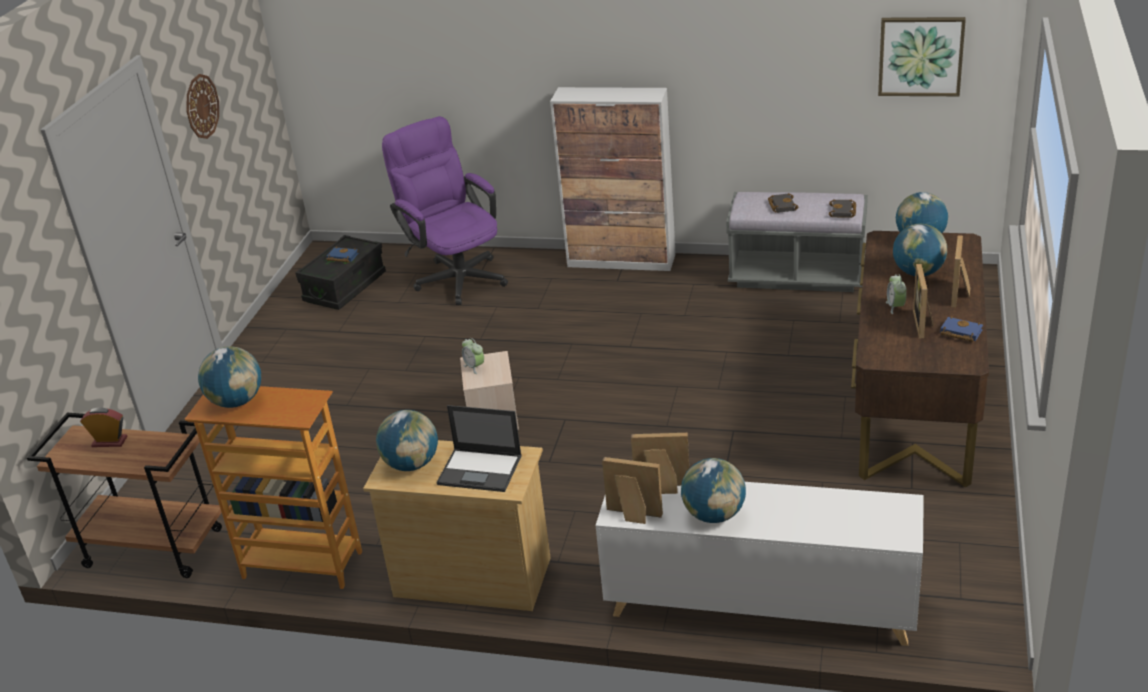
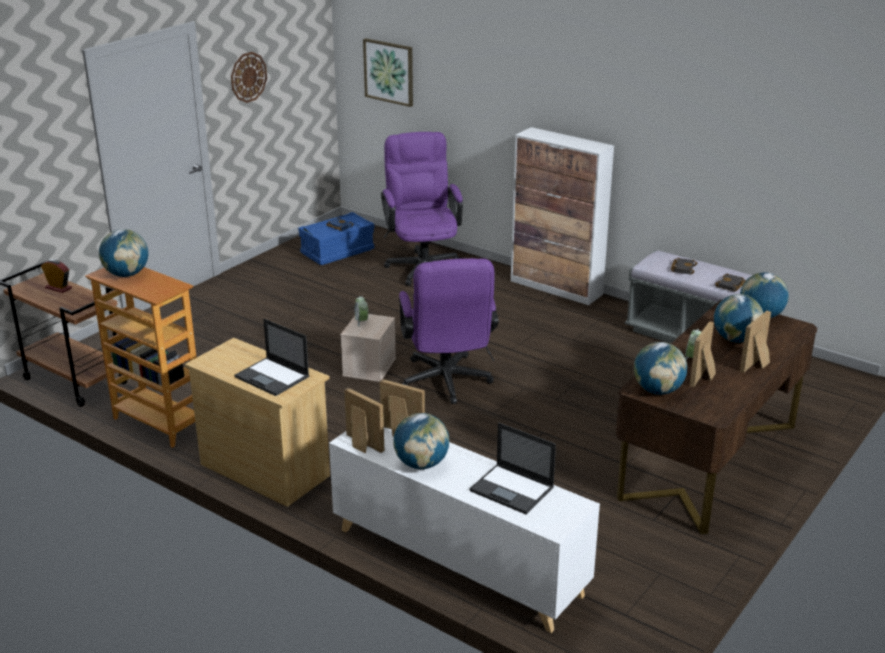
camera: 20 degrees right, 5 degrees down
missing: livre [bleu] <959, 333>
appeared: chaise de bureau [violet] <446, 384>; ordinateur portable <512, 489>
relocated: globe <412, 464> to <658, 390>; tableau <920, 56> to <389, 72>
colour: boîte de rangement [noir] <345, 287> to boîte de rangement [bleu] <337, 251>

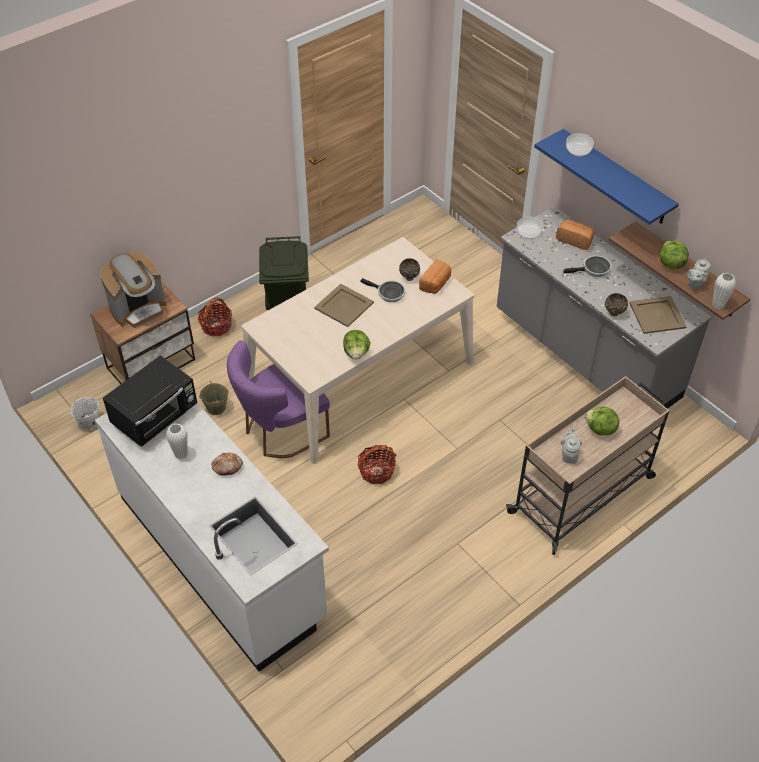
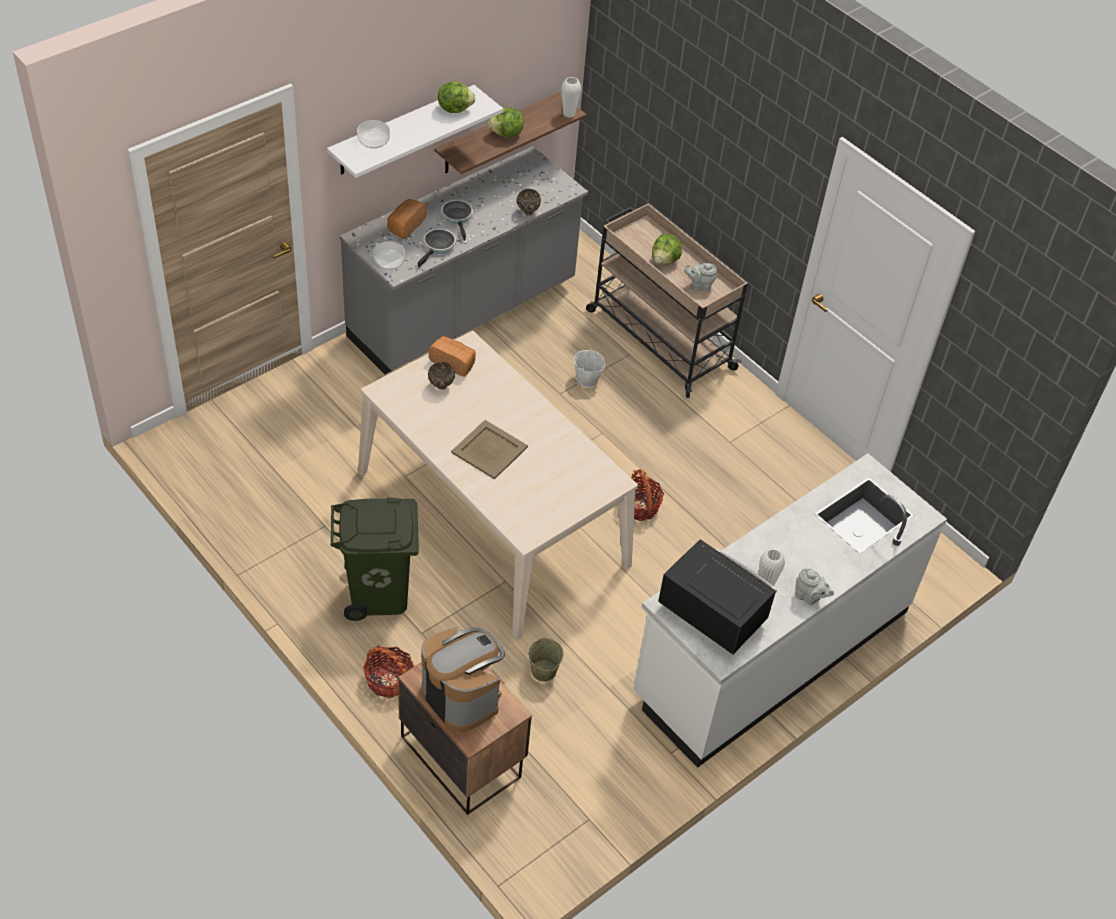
camera: 95 degrees left, 0 degrees up
missing: pain <227, 466>; chaise [violet] <280, 431>; plateau [beige] <657, 315>
relocated: seau [blanc] <89, 422> to <587, 379>; laitue <356, 353> to <455, 108>; poêle <388, 293> to <438, 247>; théière [gris] <695, 284> to <809, 597>
colour: étagère [bleu] <616, 177> to étagère [blanc] <402, 131>

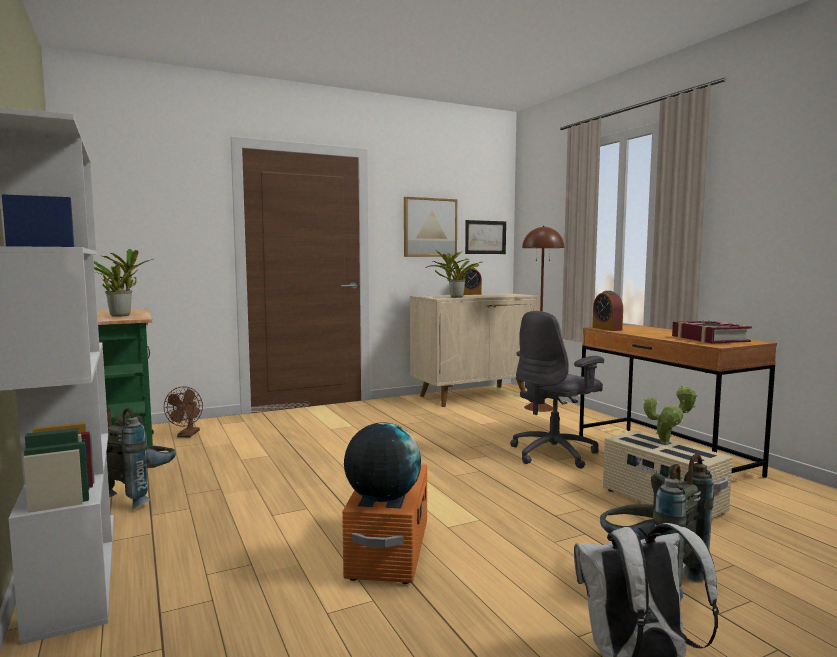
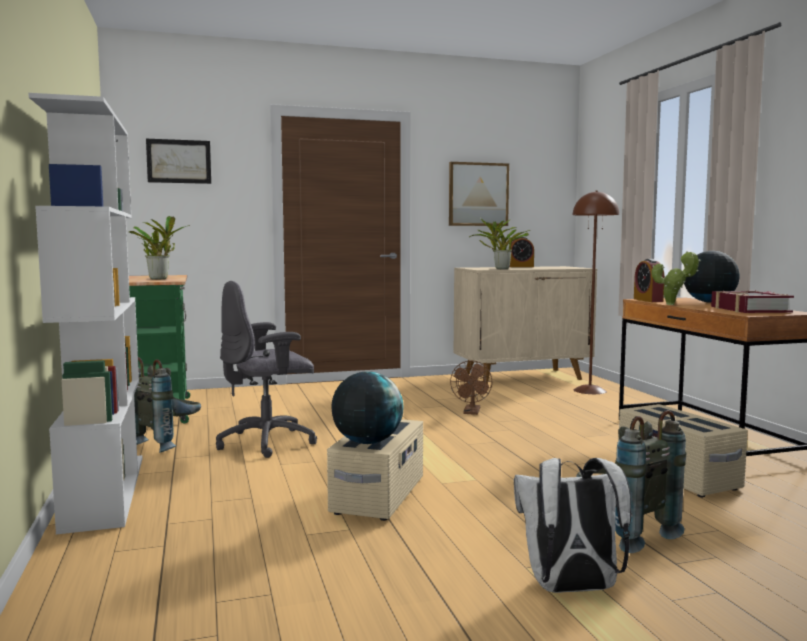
camera: 10 degrees right, 0 degrees up
appeared: globe <709, 302>
relocated: ventilateur [marron] <187, 435> to <471, 412>; tableau <485, 237> to <179, 161>; chaise de bureau [gris] <554, 454> to <268, 442>; plante en pot <668, 443> to <673, 304>
colour: boîte de rangement [orange] <389, 550> to boîte de rangement [beige] <379, 496>

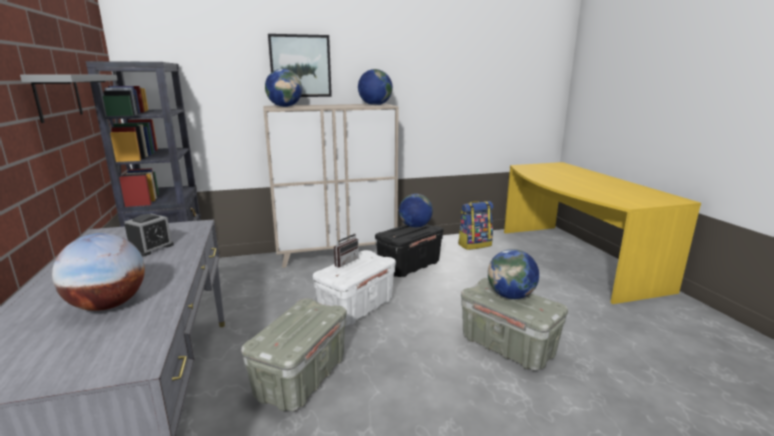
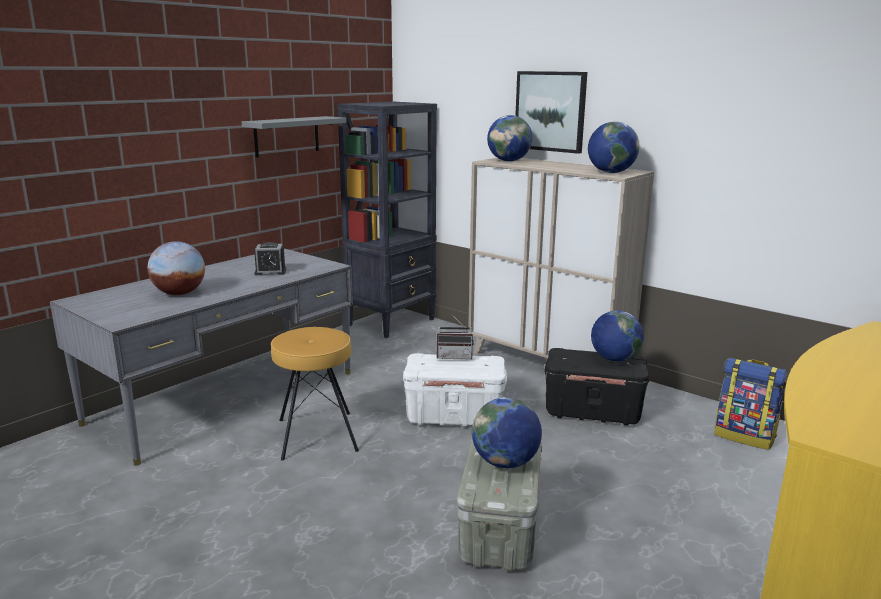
camera: 55 degrees right, 0 degrees up
exchanged: boîte de rangement [gris] <301, 378> to tabouret [marron] <316, 435>

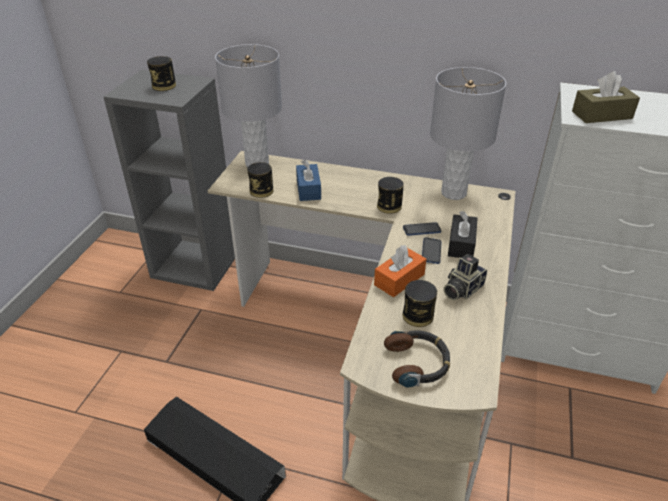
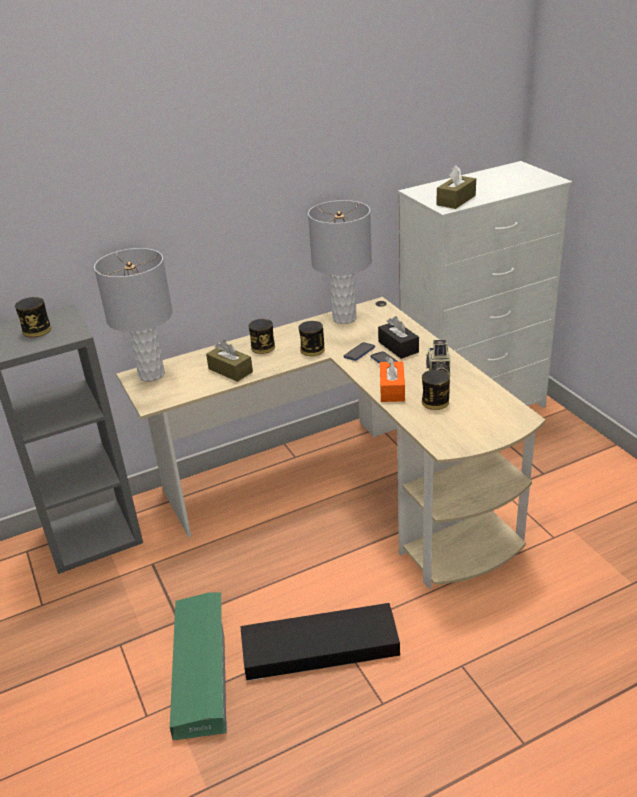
camera: 40 degrees left, 5 degrees down
missing: casque audio <417, 363>
appeared: boîte de rangement [vert] <201, 668>
relocated: boîte métallique <261, 191> to <263, 347>
colour: boîte à mouchoirs [bleu] <308, 189> to boîte à mouchoirs [marron] <230, 370>

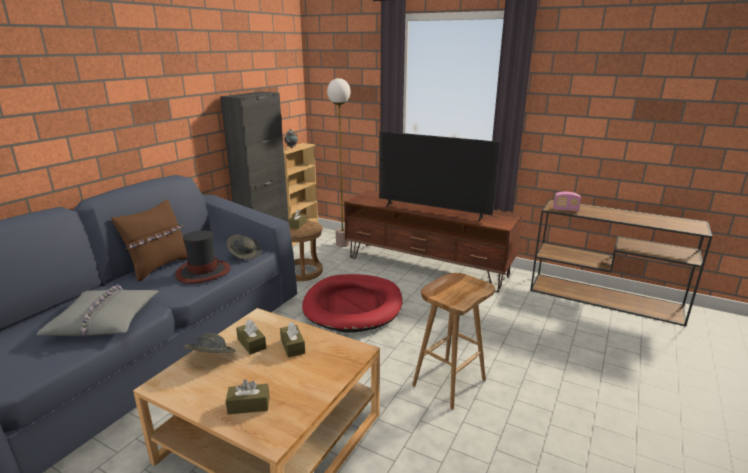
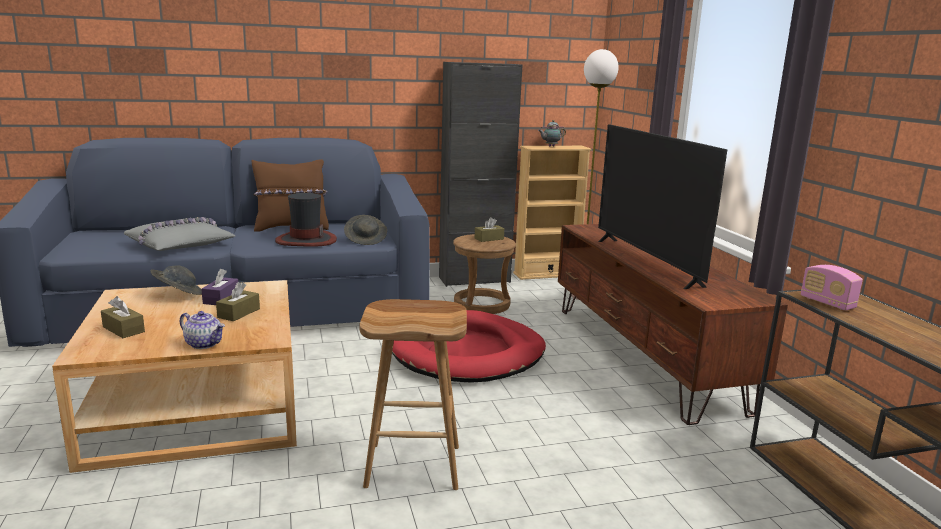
camera: 45 degrees right, 5 degrees down
appeared: théière <204, 344>
colour: boîte à mouchoirs [marron] <251, 344> to boîte à mouchoirs [violet] <221, 298>

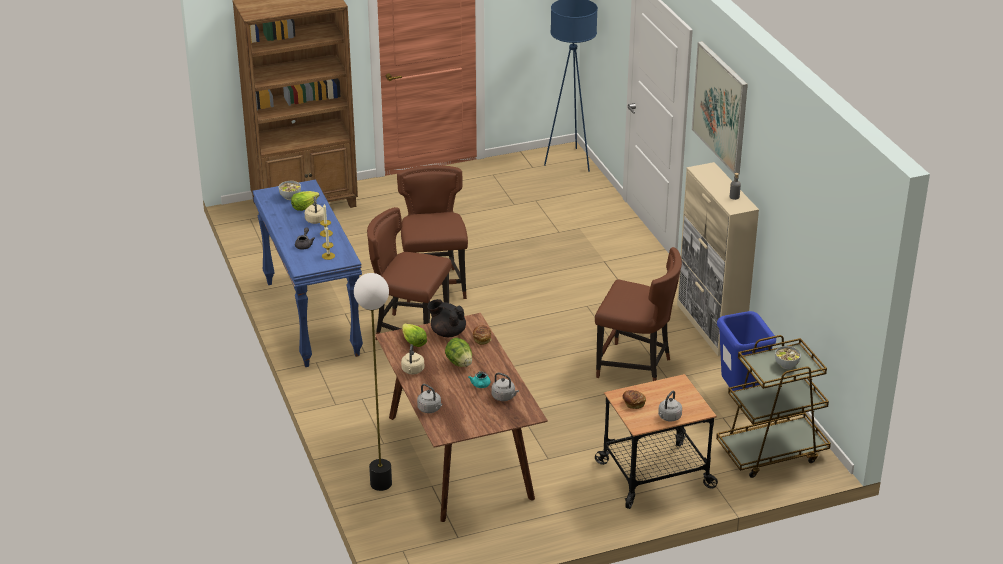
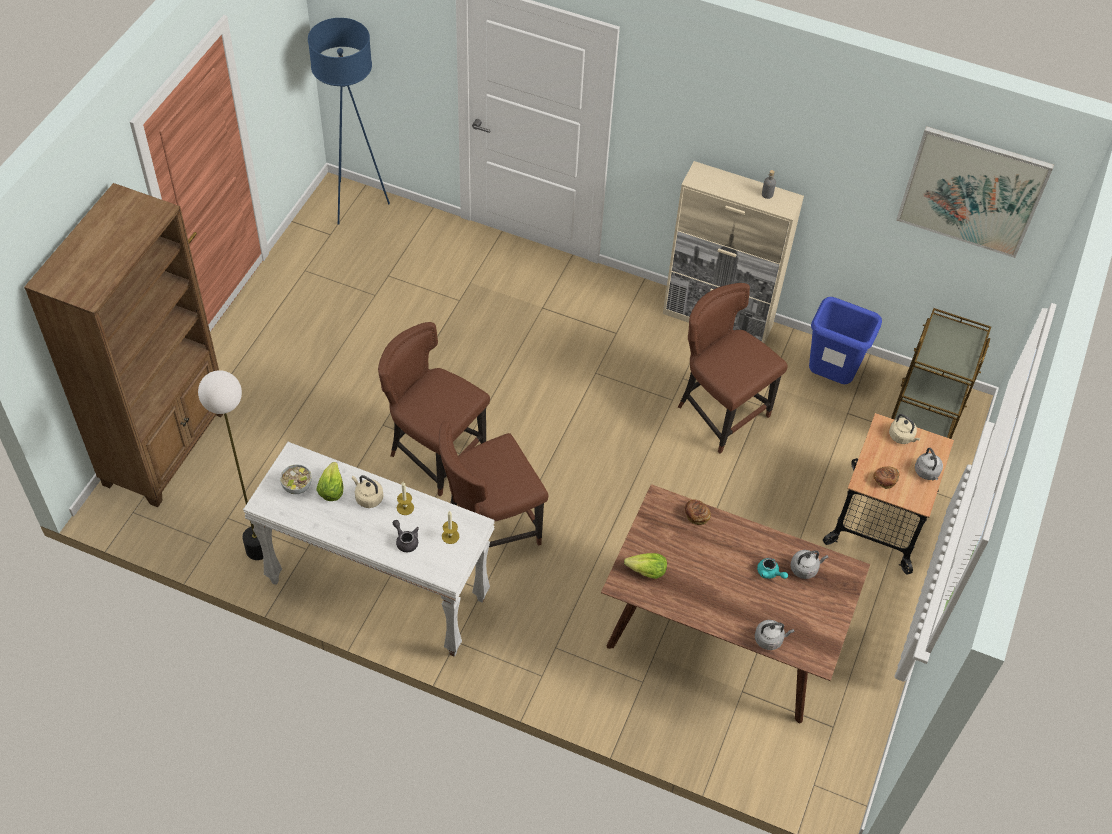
camera: 50 degrees left, 20 degrees up
missing: théière [noir] <447, 332>; laitue <459, 363>; bol <786, 365>
relocated: lampadaire <380, 483> to <257, 550>; bouilloire [beige] <412, 371> to <902, 437>; tableau <720, 107> to <972, 191>
colour: table console [bleu] <310, 318> to table console [blanc] <376, 591>
spun: chaise [marron] <635, 367> = <720, 412> 105 degrees counterclockwise

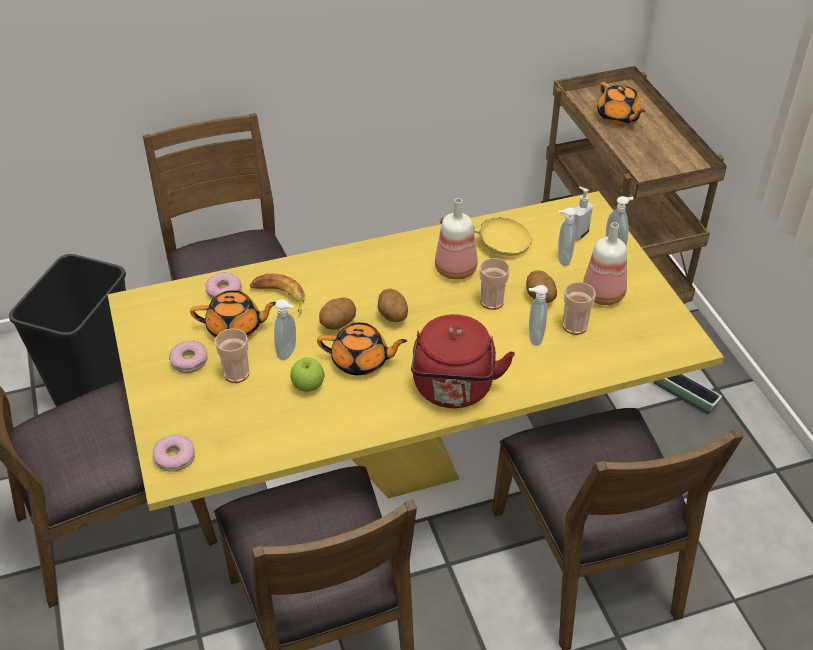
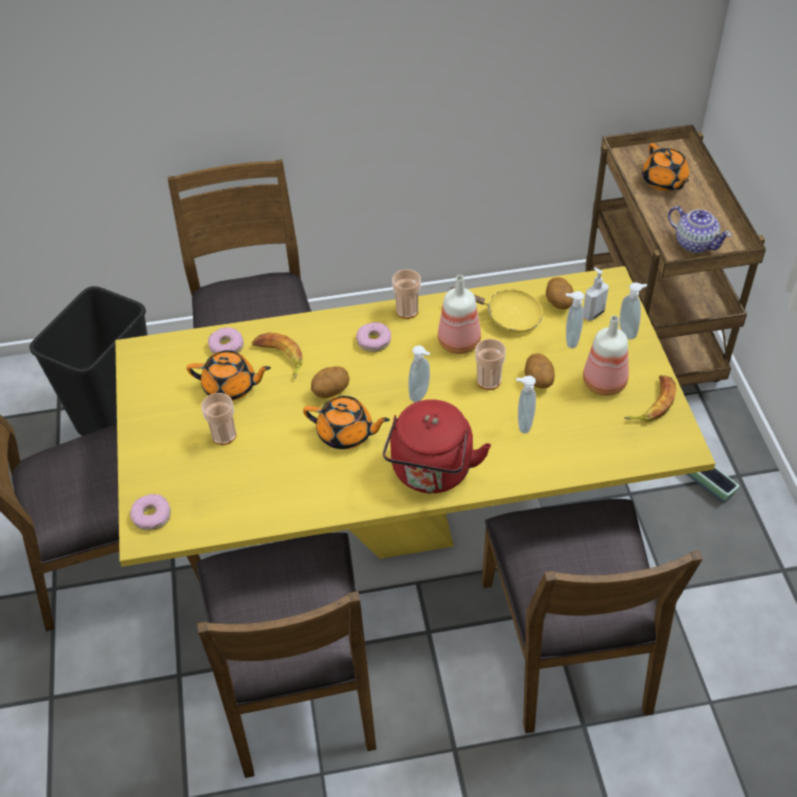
camera: 10 degrees right, 5 degrees up
missing: pomme <308, 386>
appeared: banane <652, 403>; théière <694, 243>
relocated: beignet <189, 361> to <373, 341>; distributeur de savon <288, 352> to <421, 394>; pomme de terre <392, 316> to <558, 303>; tasse <574, 326> to <407, 310>

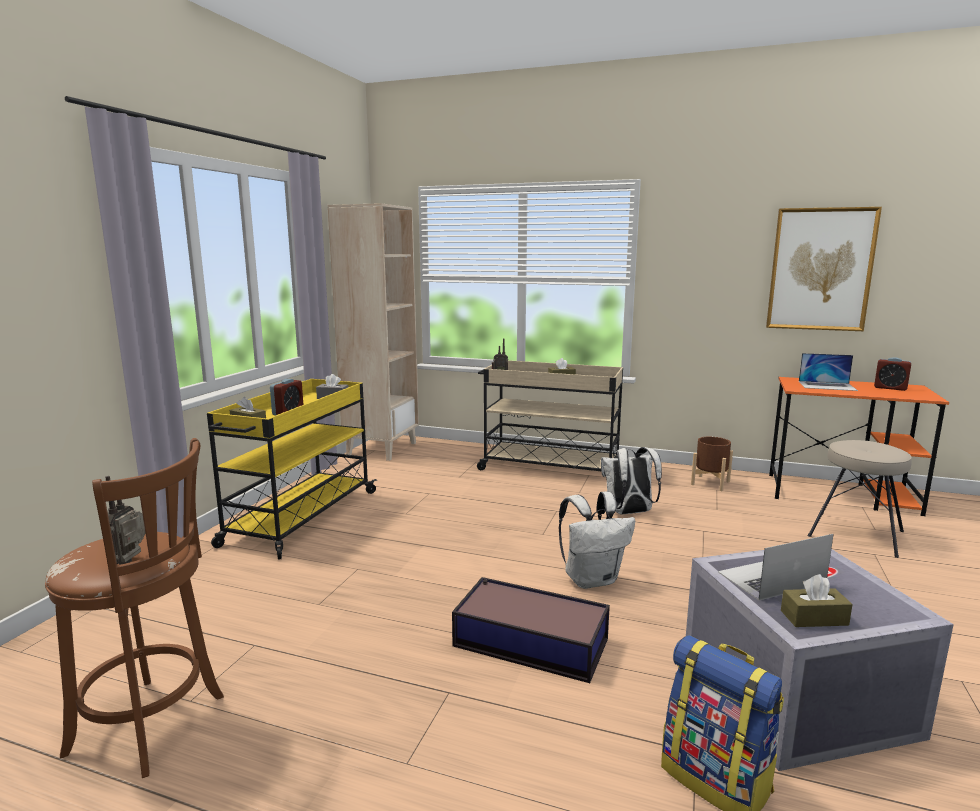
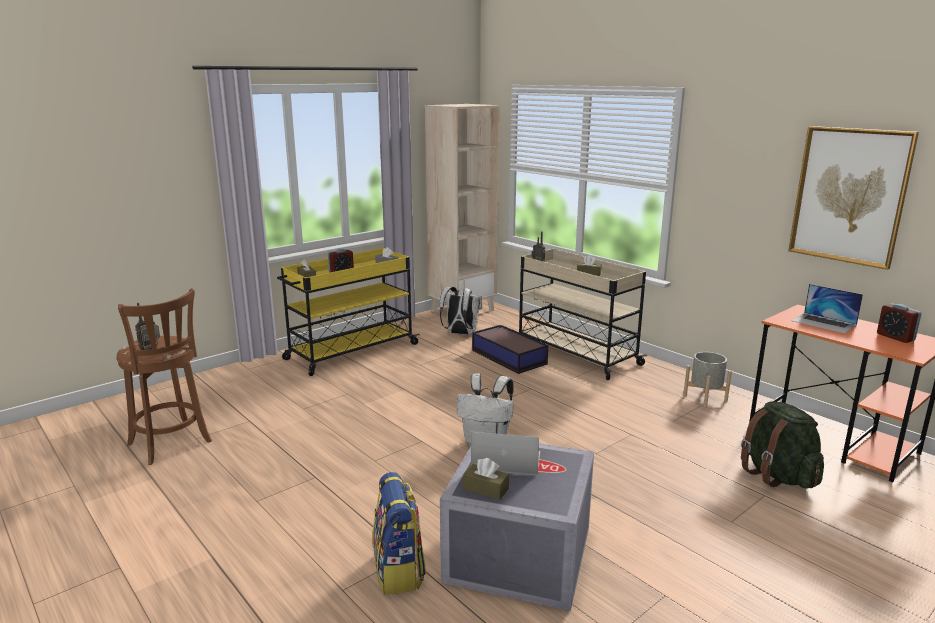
camera: 30 degrees right, 5 degrees up
relocated: boîte de rangement <529, 641> to <508, 356>; sac à dos [blanc] <629, 512> to <460, 333>
exchanged: tabouret [beige] <856, 534> to sac à dos [vert] <777, 475>
colour: cache-pot [marron] <710, 483> to cache-pot [gris] <705, 398>

